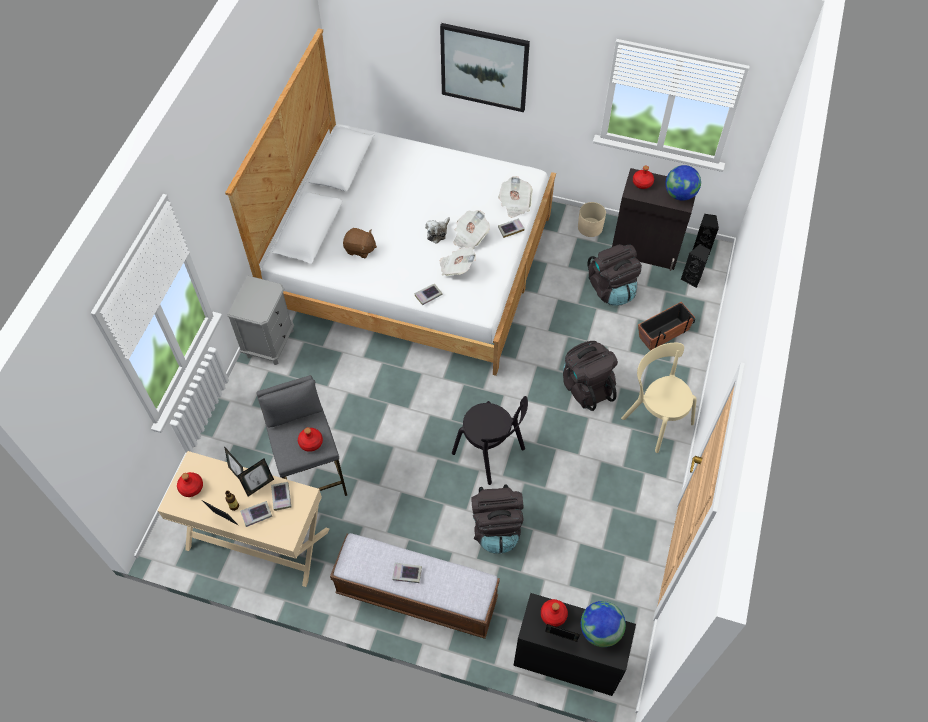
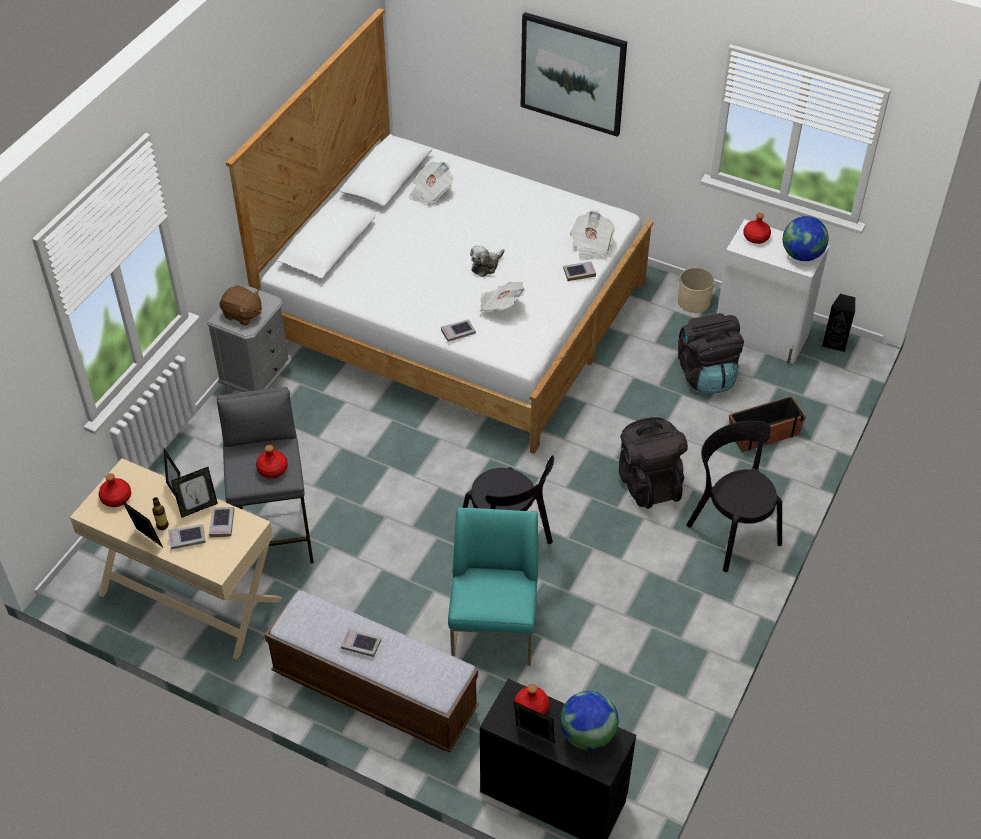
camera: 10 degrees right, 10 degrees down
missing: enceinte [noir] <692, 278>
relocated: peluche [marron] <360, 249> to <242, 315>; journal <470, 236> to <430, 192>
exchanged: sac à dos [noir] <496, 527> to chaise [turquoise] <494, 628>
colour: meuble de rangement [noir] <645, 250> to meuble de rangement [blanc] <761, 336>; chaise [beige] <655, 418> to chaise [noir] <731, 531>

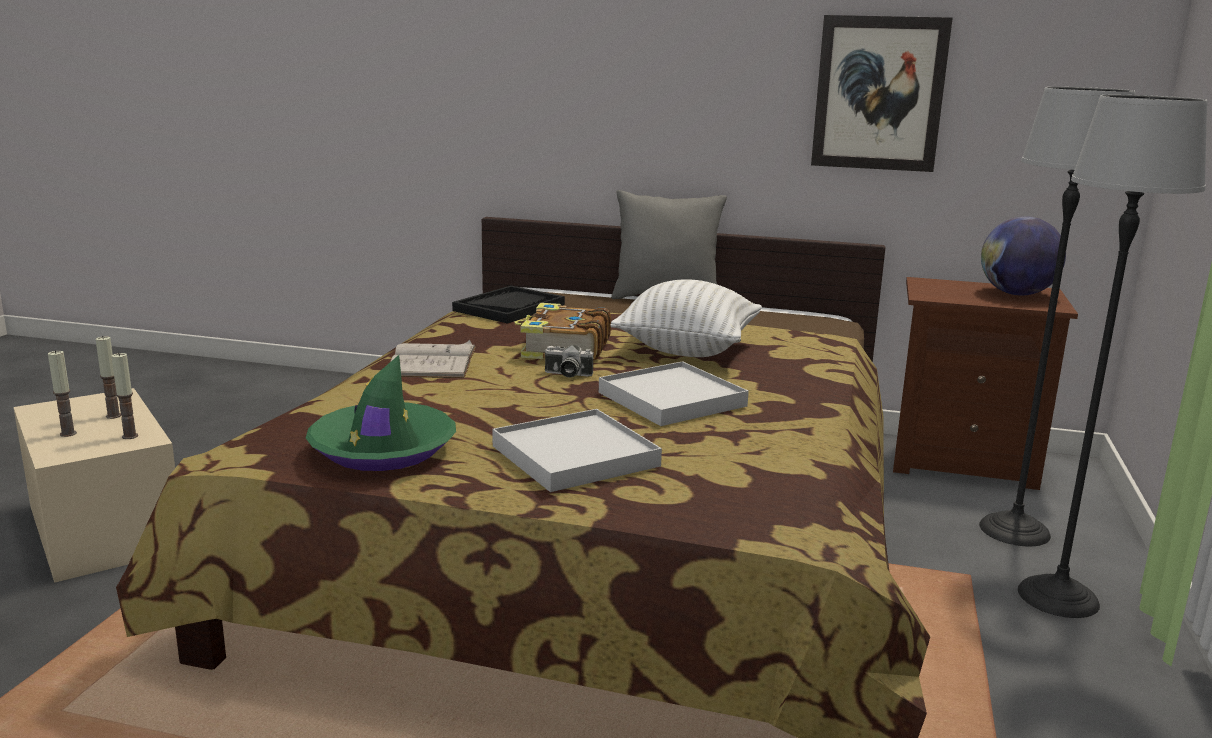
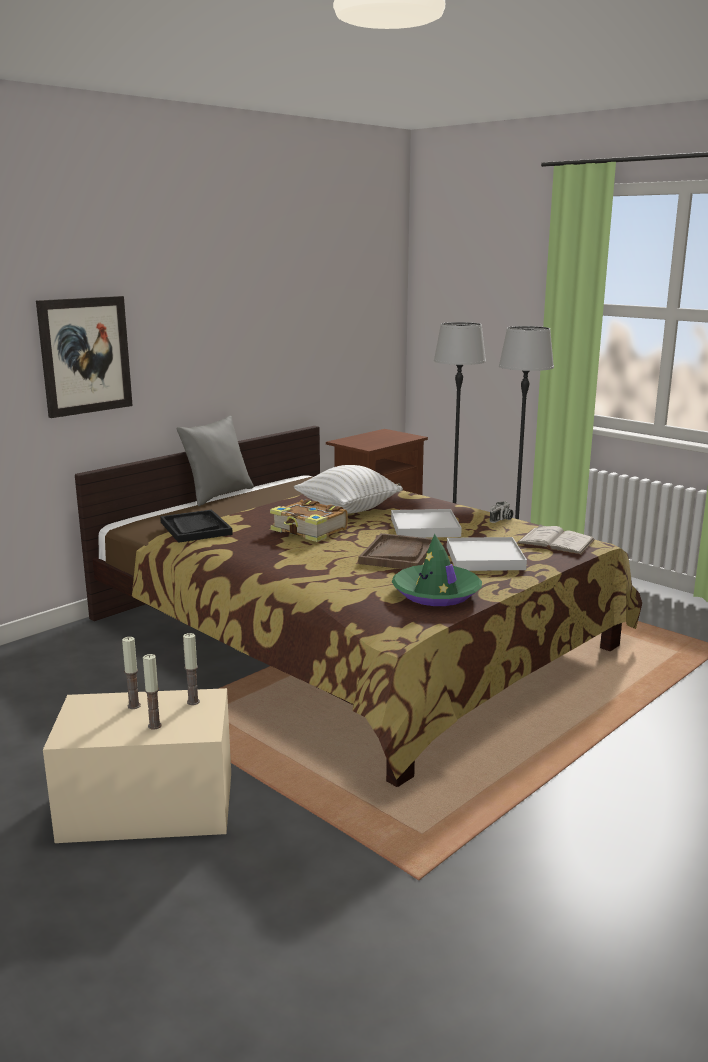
camera: 60 degrees left, 0 degrees up
missing: globe <1016, 294>
appeared: plateau [marron] <398, 554>
relocated: livre [blanc] <432, 361> to <555, 541>; appareil photo <567, 374> to <501, 519>; tableau <879, 93> to <85, 355>

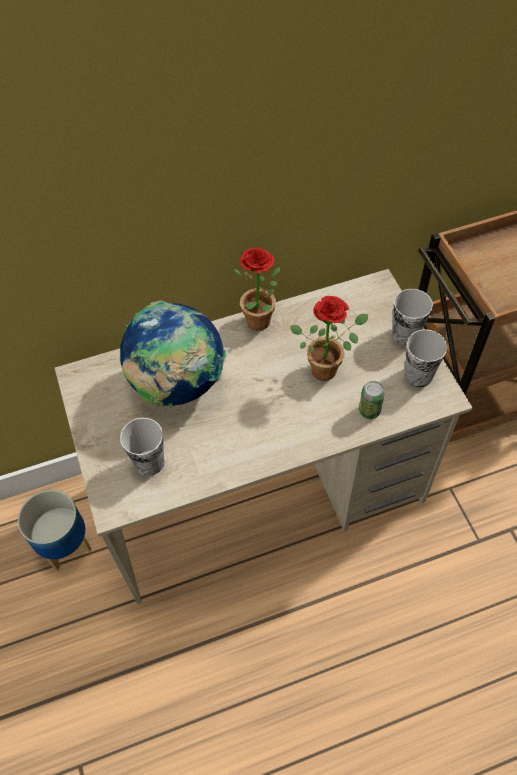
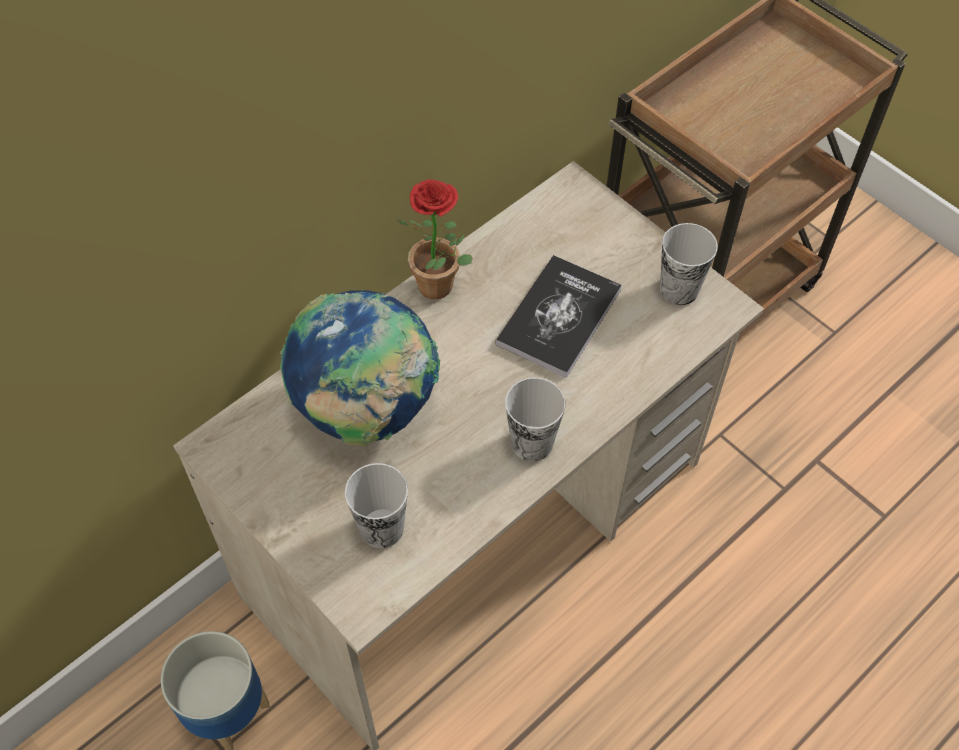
camera: 25 degrees left, 0 degrees up
missing: boîte métallique <369, 411>
relocated: tasse <405, 334> to <532, 443>
exchanged: plante en pot <328, 367> to livre <559, 317>

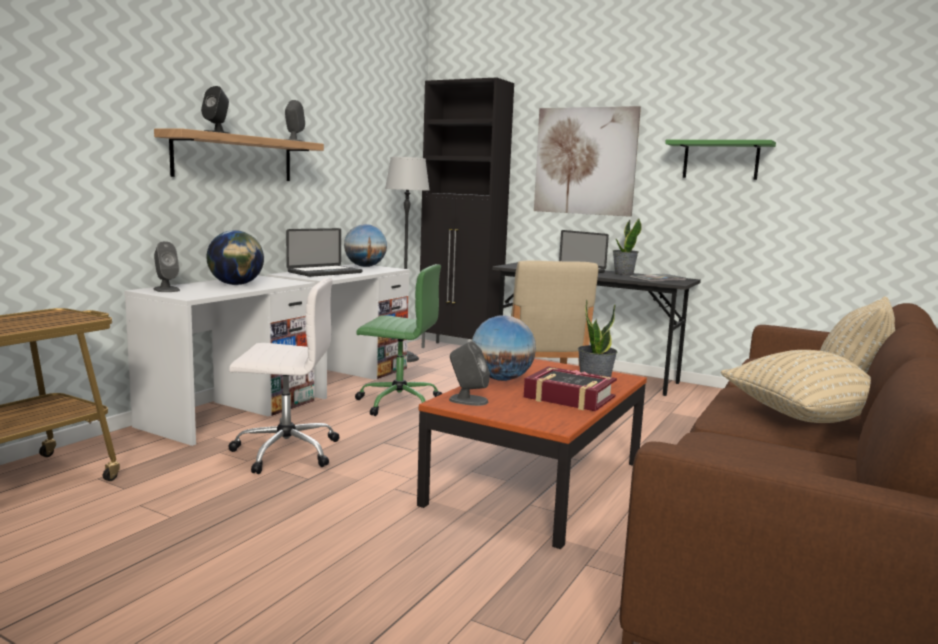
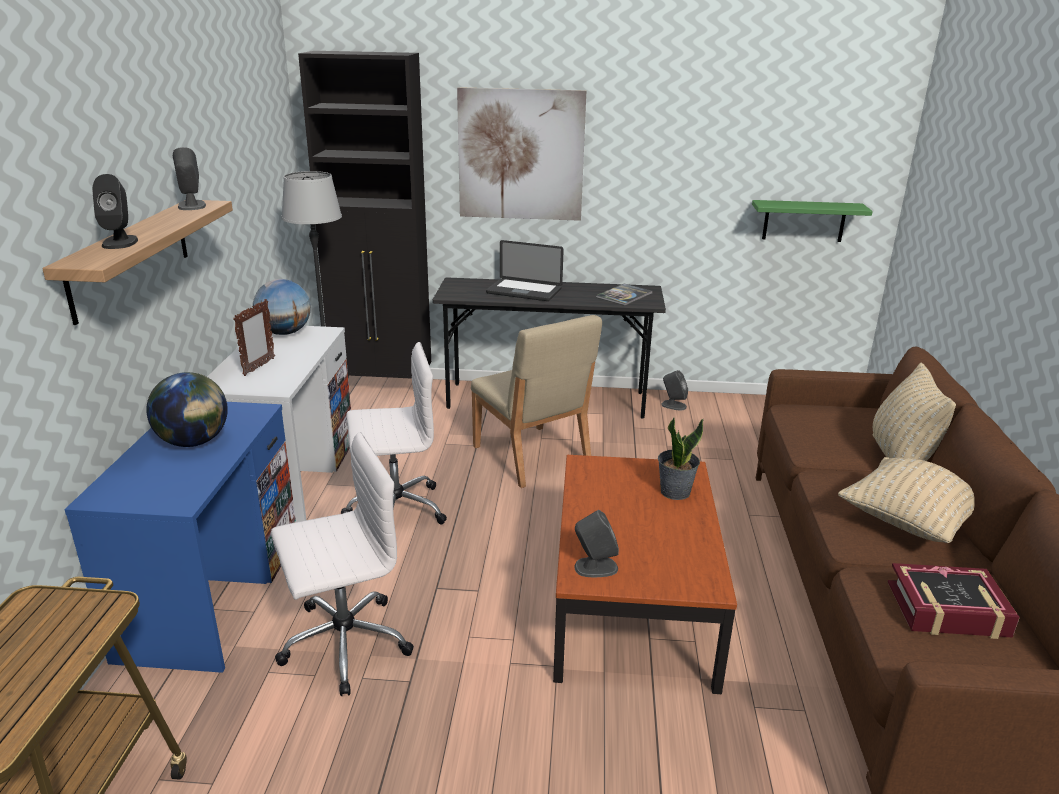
camera: 25 degrees left, 15 degrees up
missing: globe <501, 379>; plante en pot <623, 274>
relocated: enceinte [gris] <166, 289> to <673, 405>; livre <569, 397> to <947, 610>; étagère [vert] <720, 160> to <804, 221>
exchanged: ordinateur portable <325, 272> to cadre photo <258, 367>
colour: bureau [blanc] <229, 413> to bureau [bleu] <213, 594>; chaise de bureau [vert] <397, 403> to chaise de bureau [blanc] <394, 510>

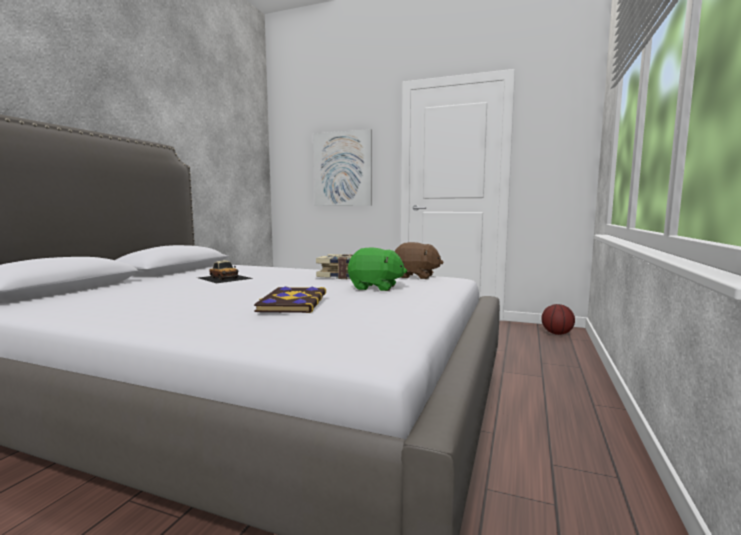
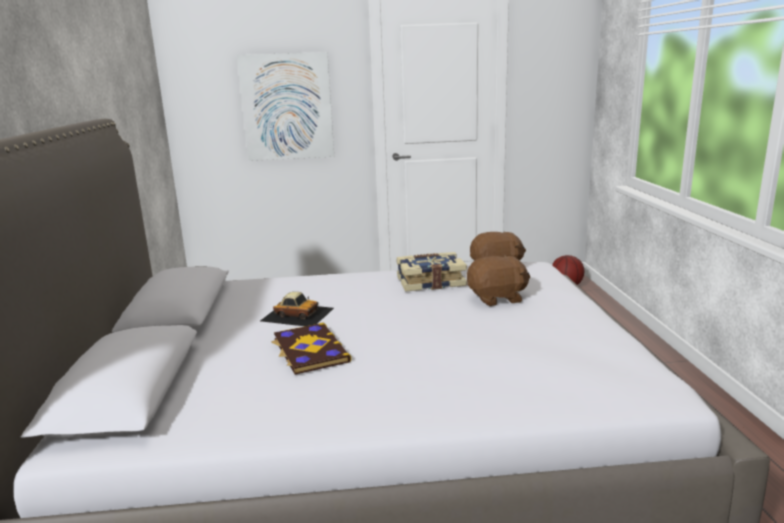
camera: 25 degrees left, 10 degrees up
relocated: livre <292, 302> to <309, 350>
colour: peluche [vert] <375, 287> to peluche [marron] <497, 298>

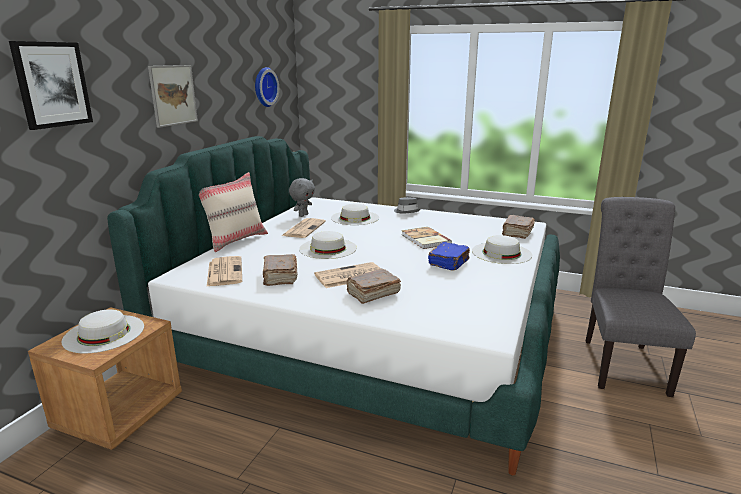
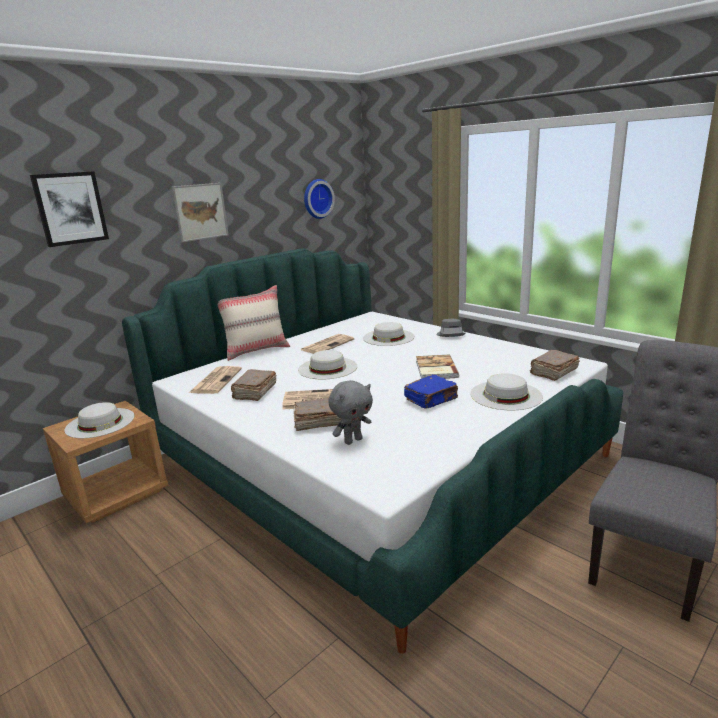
camera: 25 degrees right, 0 degrees up
relocated: peluche [gris] <303, 215> to <353, 440>

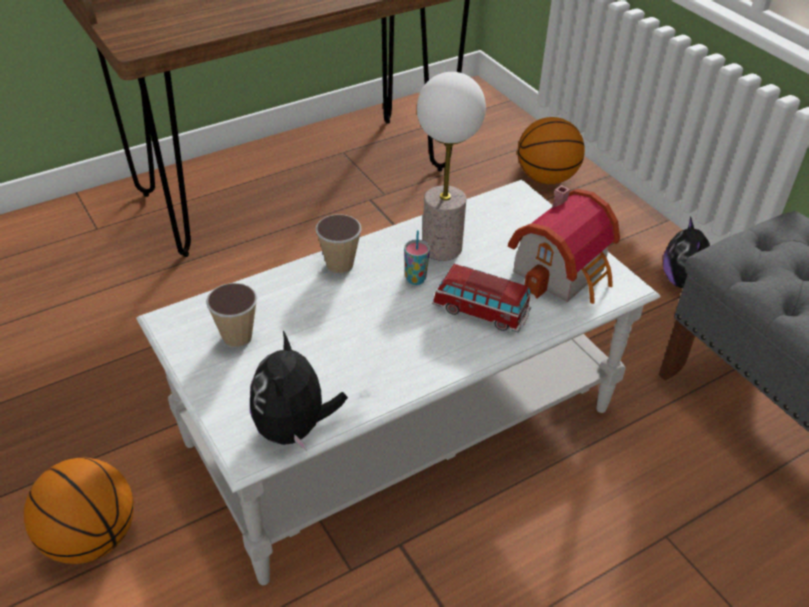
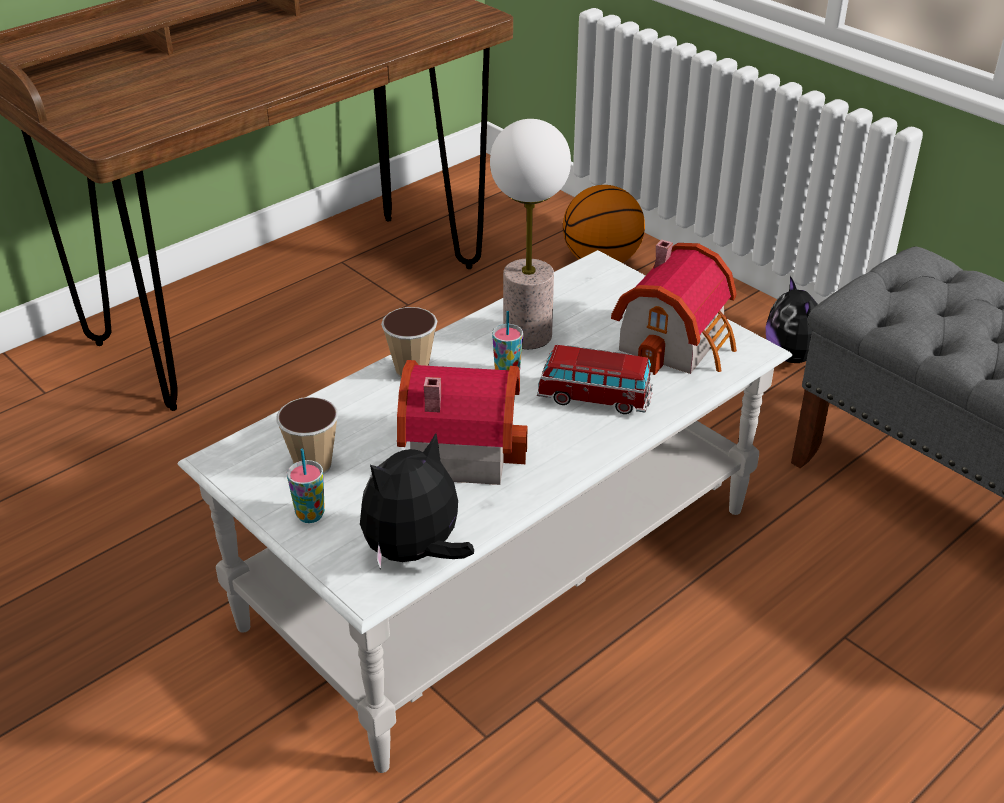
camera: 10 degrees left, 5 degrees down
missing: ballon de basket <91, 537>
appeared: tasse <310, 515>; maison miniature <459, 447>
spun: peluche <294, 429> = <415, 553> 60 degrees clockwise

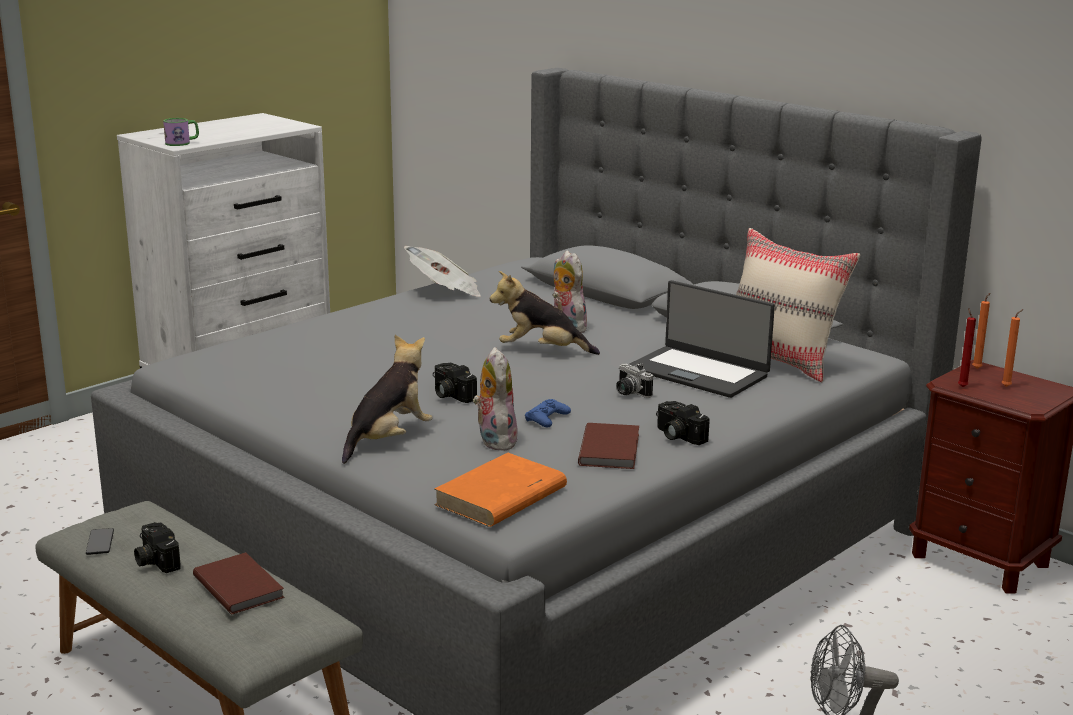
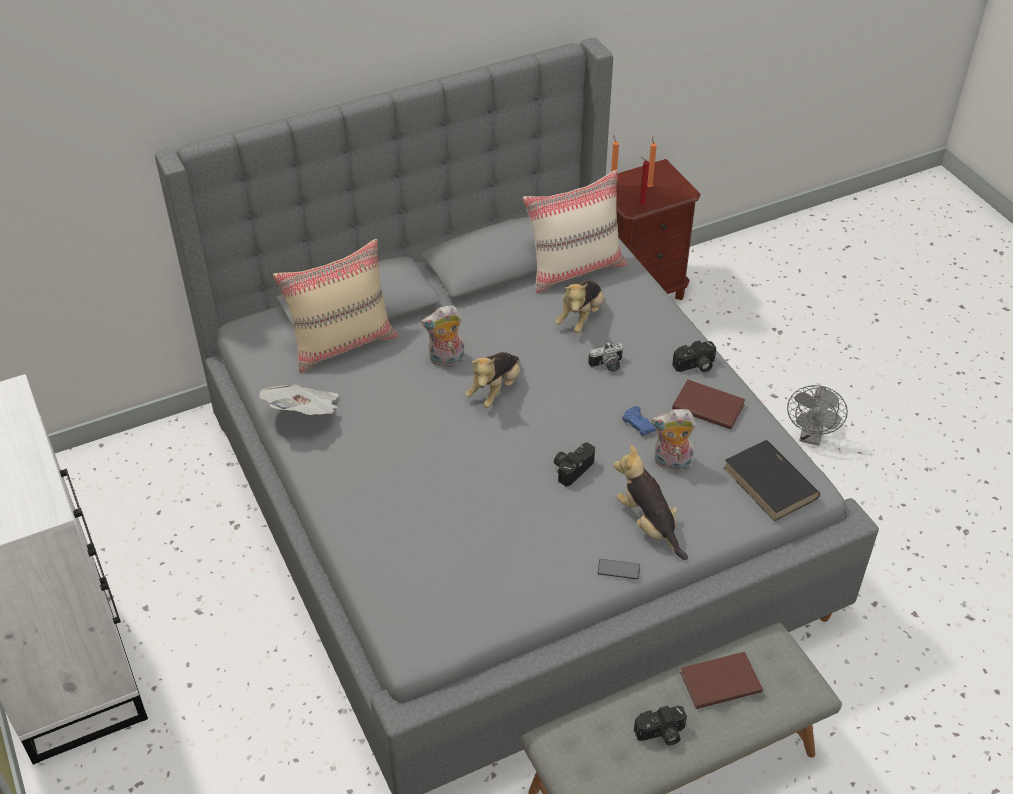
camera: 70 degrees left, 25 degrees up
missing: mug <182, 143>
appeared: coussin [beige] <342, 343>
relocated: téléphone <100, 542> to <618, 570>
exchanged: ordinateur portable <698, 372> to peluche <581, 317>
colour: livre [orange] <500, 497> to livre [noir] <771, 483>
spun: appareil photo <450, 395> = <572, 468> 150 degrees clockwise

